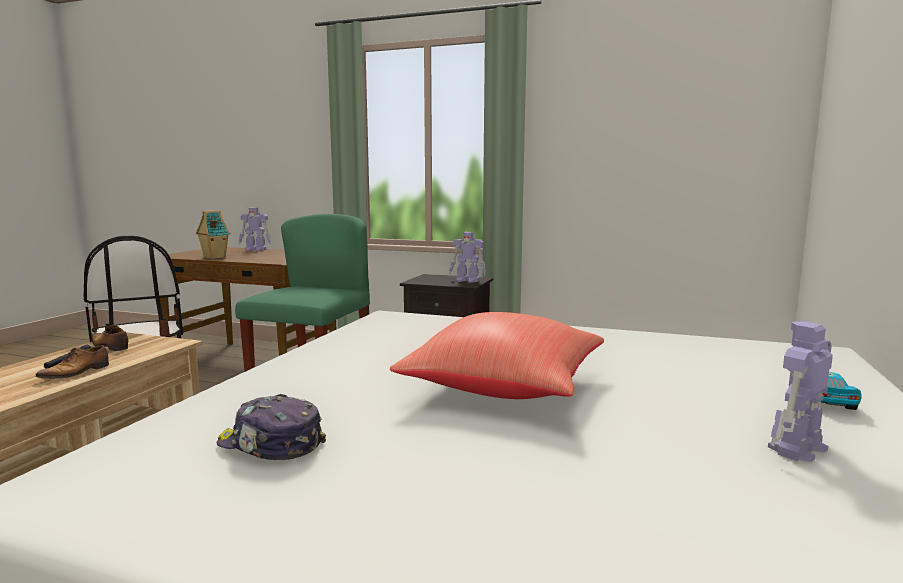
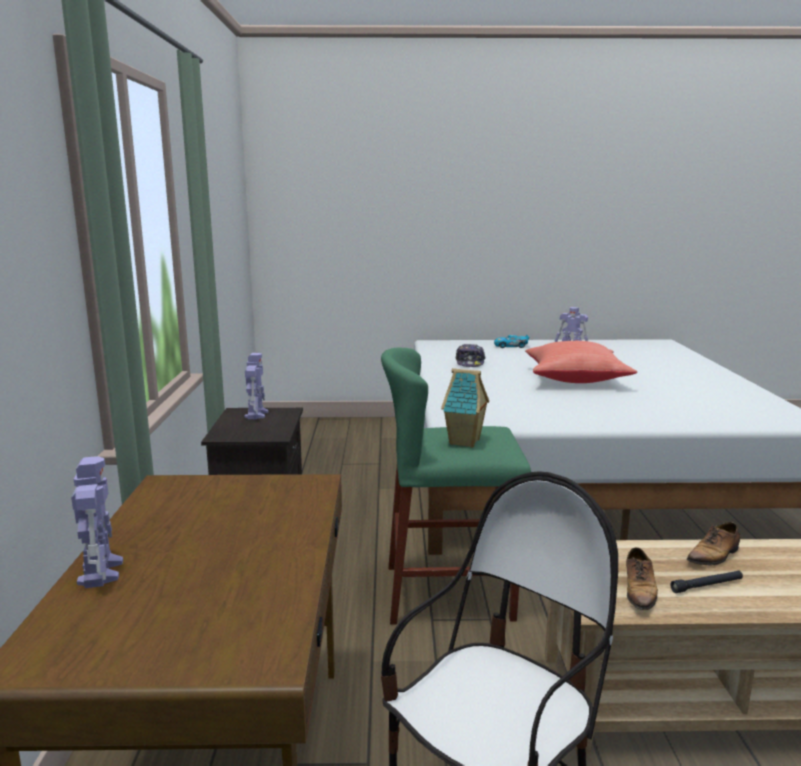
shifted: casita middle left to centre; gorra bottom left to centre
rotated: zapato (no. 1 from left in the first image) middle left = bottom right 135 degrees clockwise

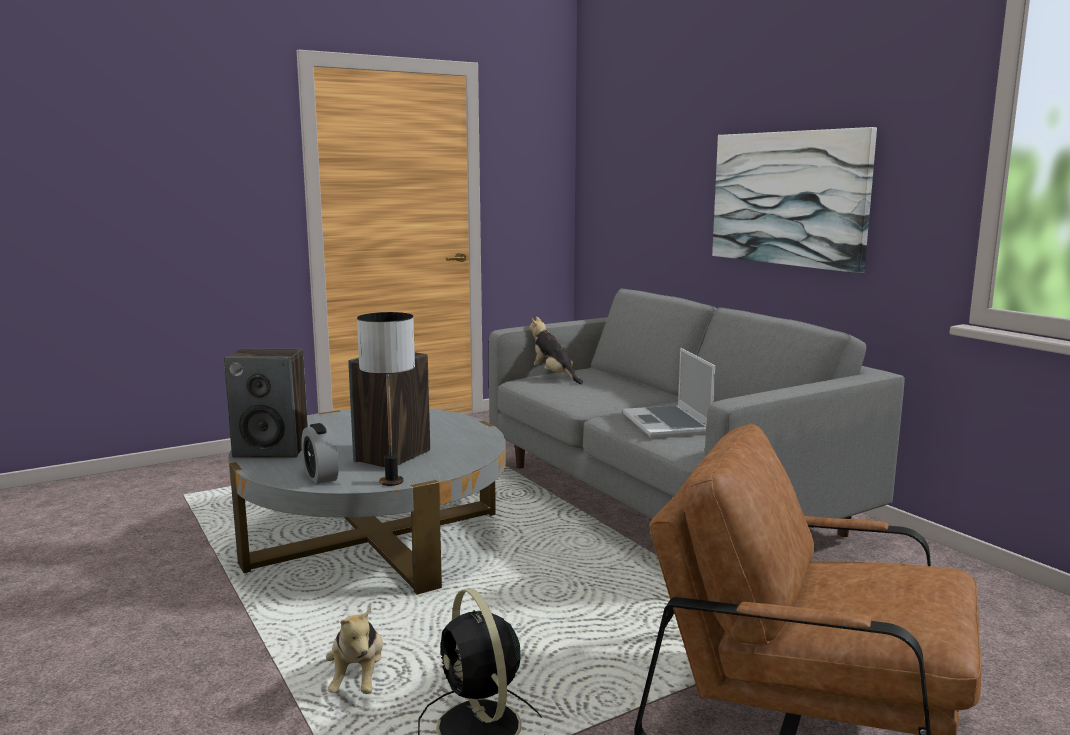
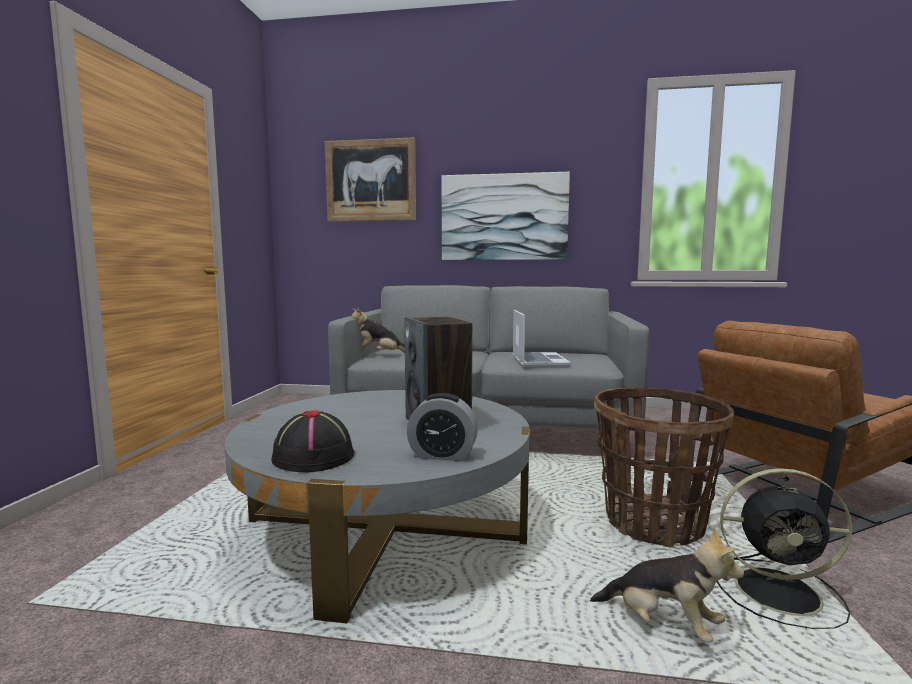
gone: lámpara de mesa centre
new: cuadro (no. 1 from left) top centre; cesta bottom right
swapped: altavoz (no. 1 from left) middle left to sombrero [negro] centre
rotated: portátil centre = centre 120 degrees counterclockwise

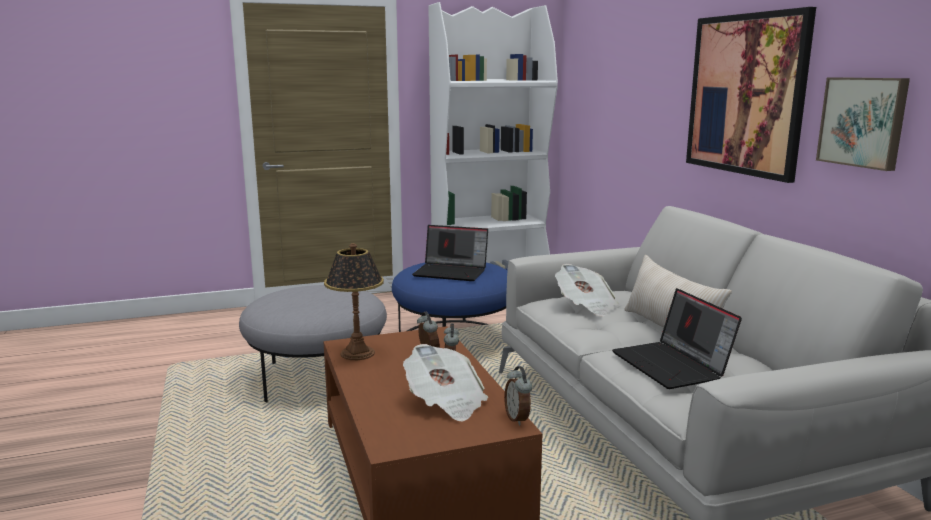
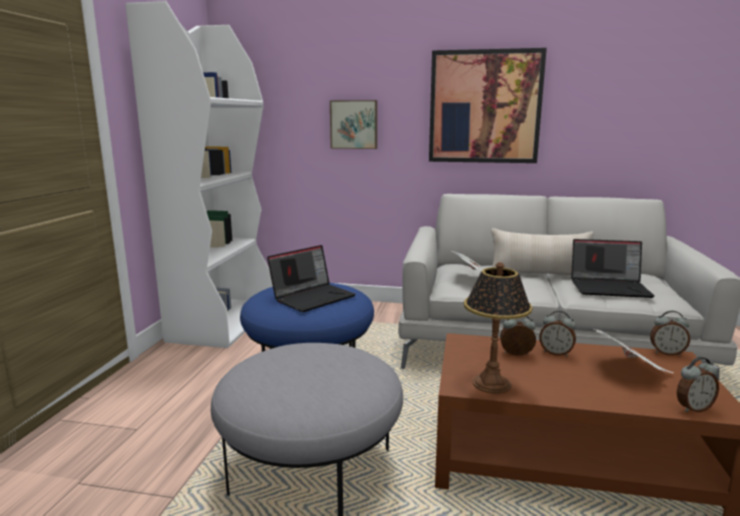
new: despertador (no. 4 from left) bottom right
shifted: cuadro (no. 2 from left in the first image) top right to cuadro (no. 1 from left) top centre

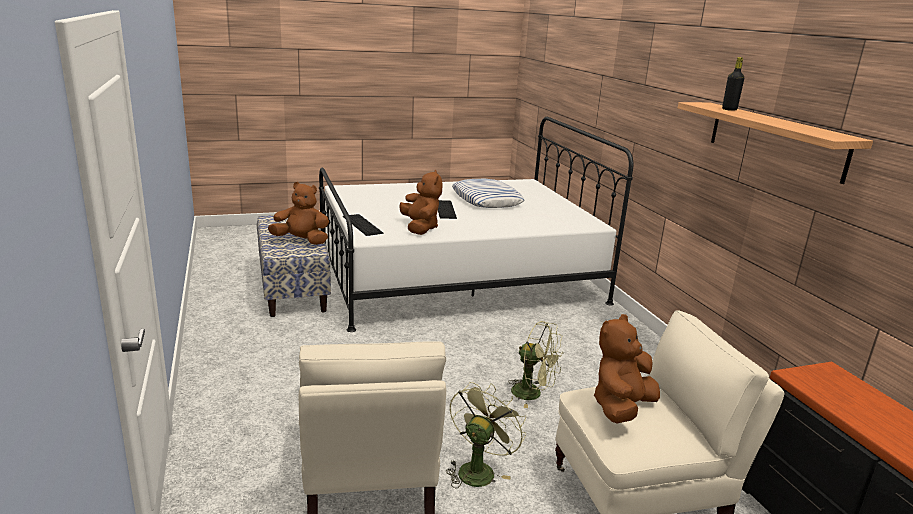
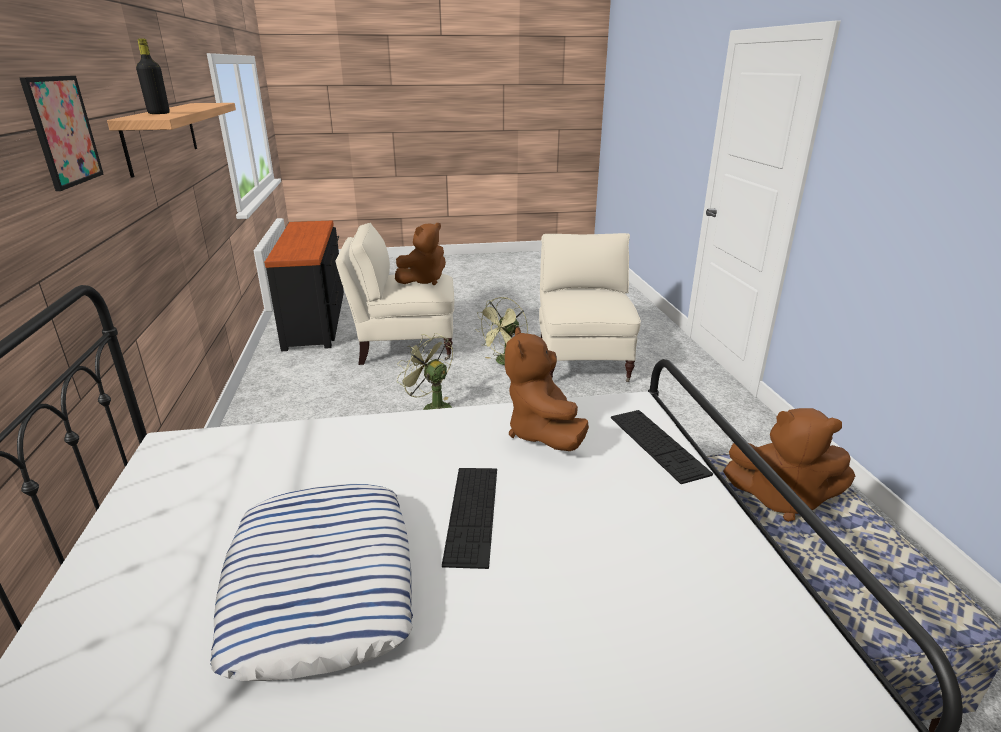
new: cuadro top left

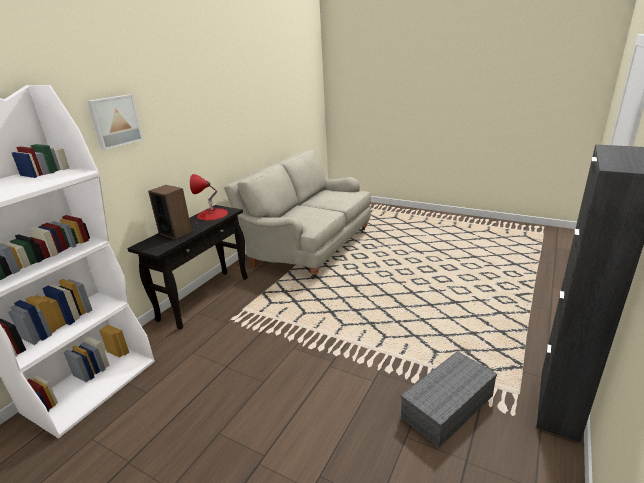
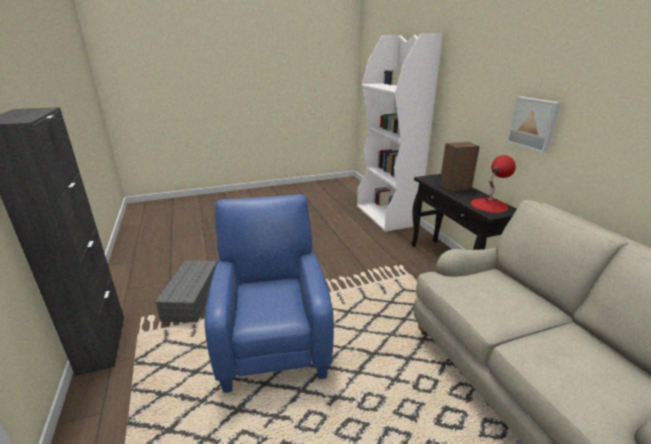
new: sillón [azul] centre
shifted: cuadro top left to top right

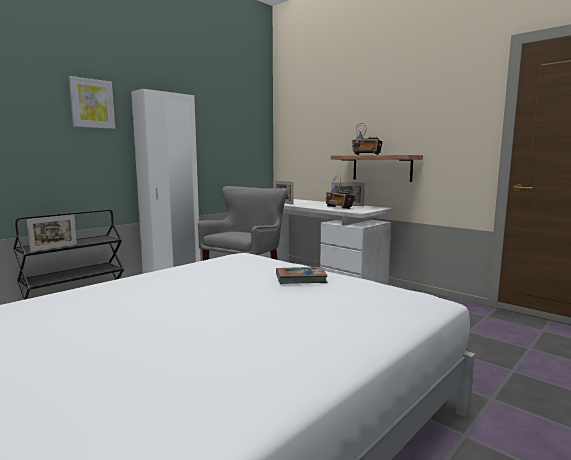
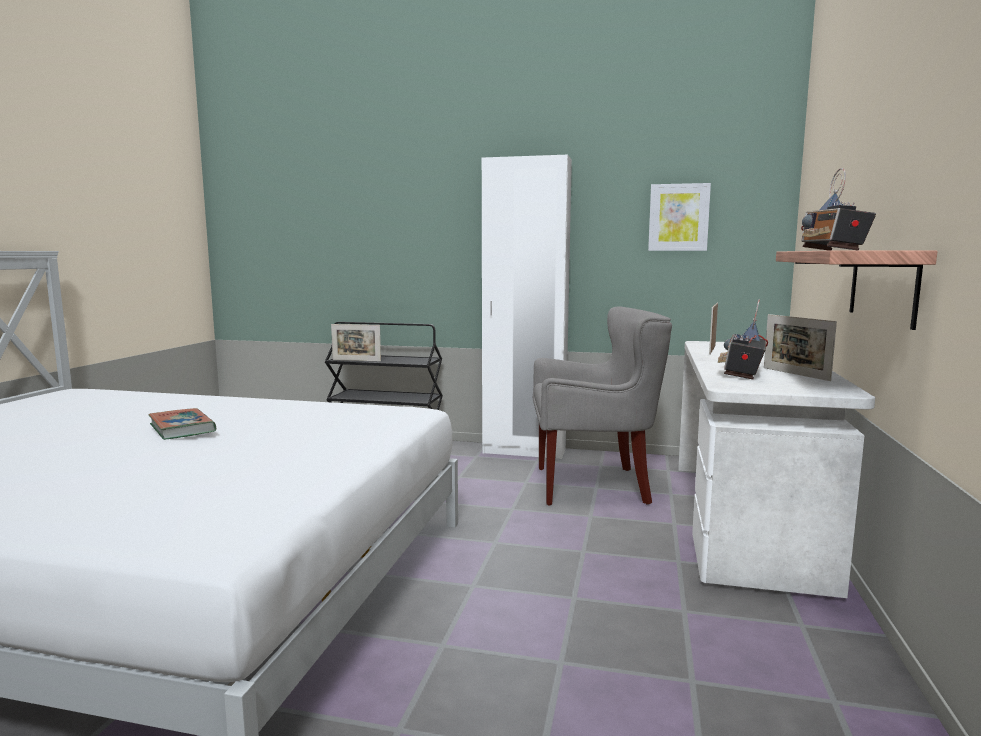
shifted: cuadro top left to top right; libro centre to middle left

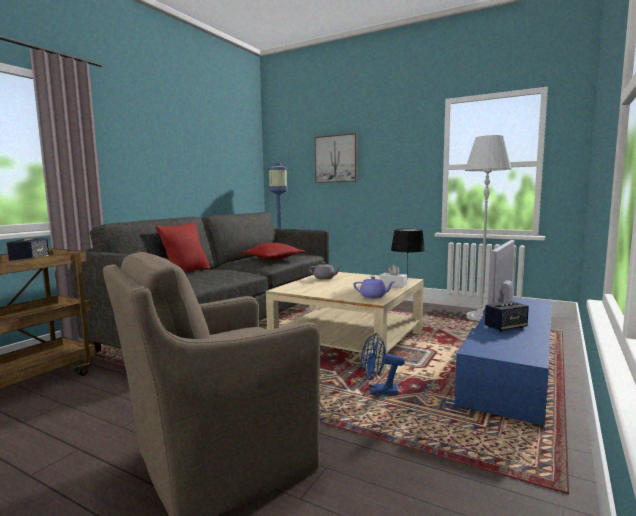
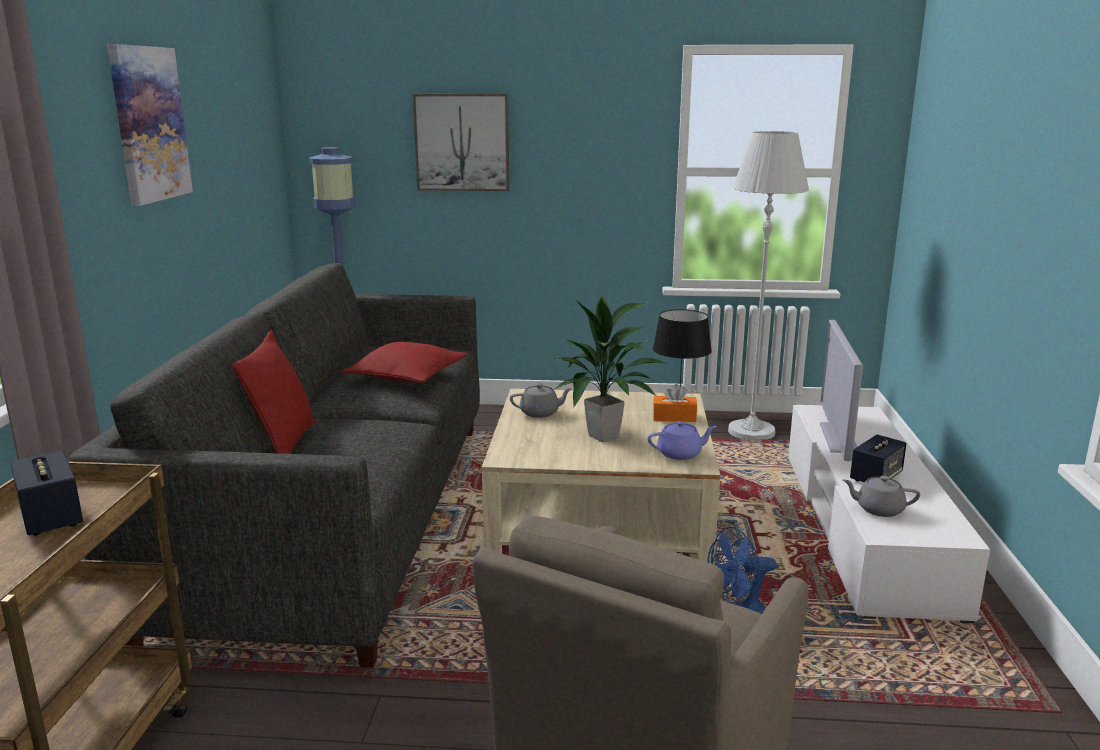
new: cuadro (no. 1 from left) top left; planta en maceta centre; tetera [gris] (no. 2 from left) middle right
repainted: caja de pañuelos [blanco] centre to caja de pañuelos [naranja] centre; mueble de televisión [azul] bottom right to mueble de televisión [blanco] bottom right

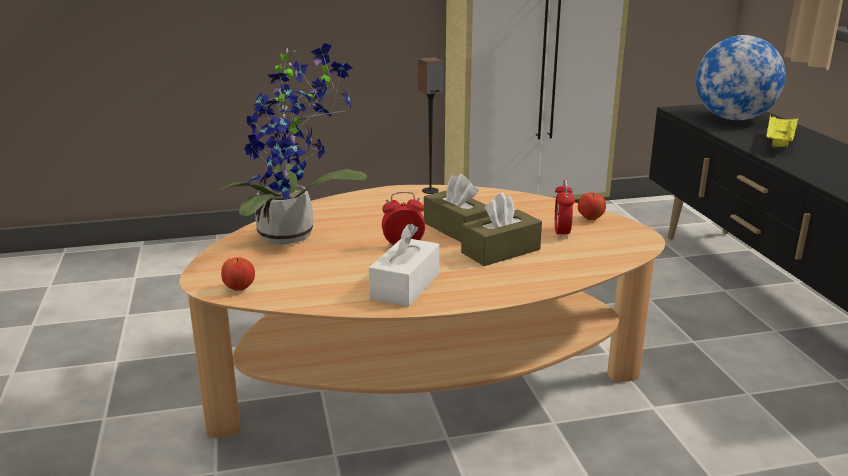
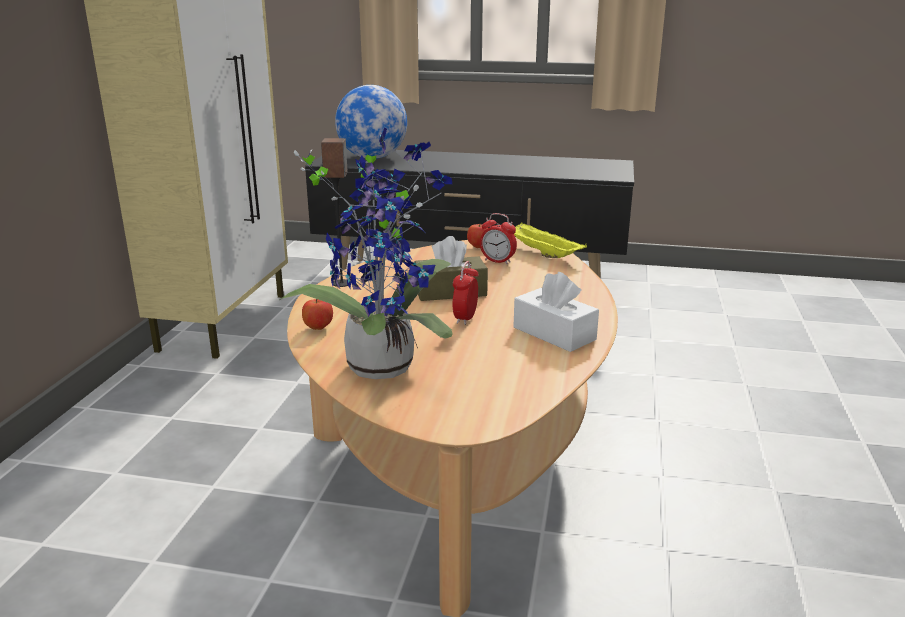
gone: caja de pañuelos [marrón] (no. 2 from left) centre
shifted: manzana (no. 1 from left) middle left to centre; bandeja [amarillo] top right to centre

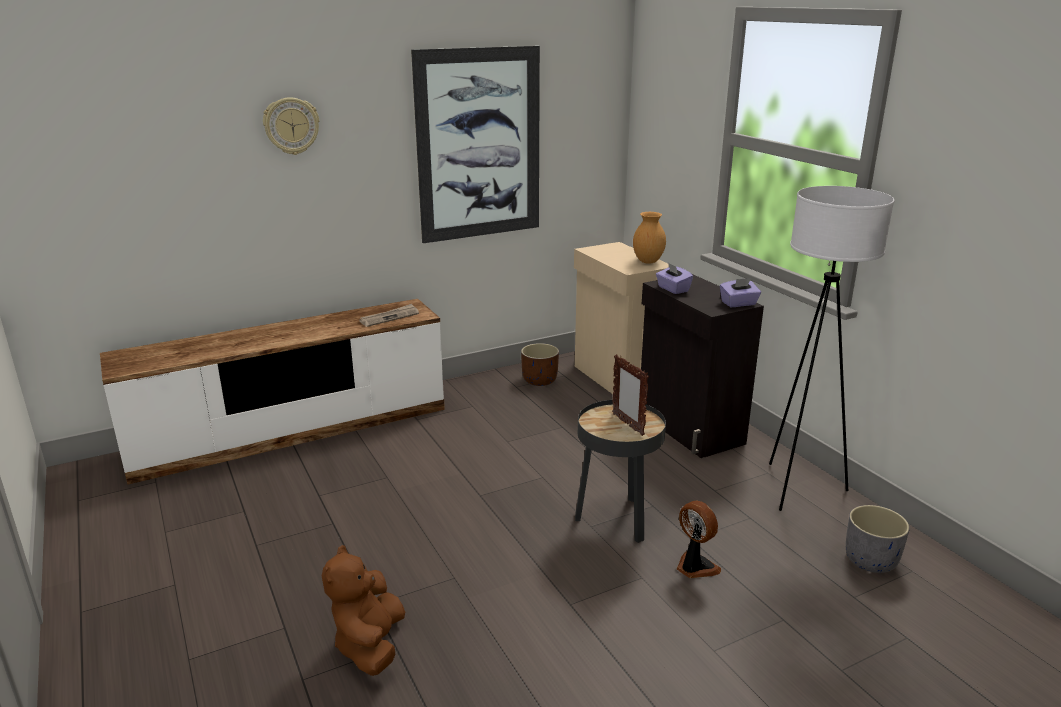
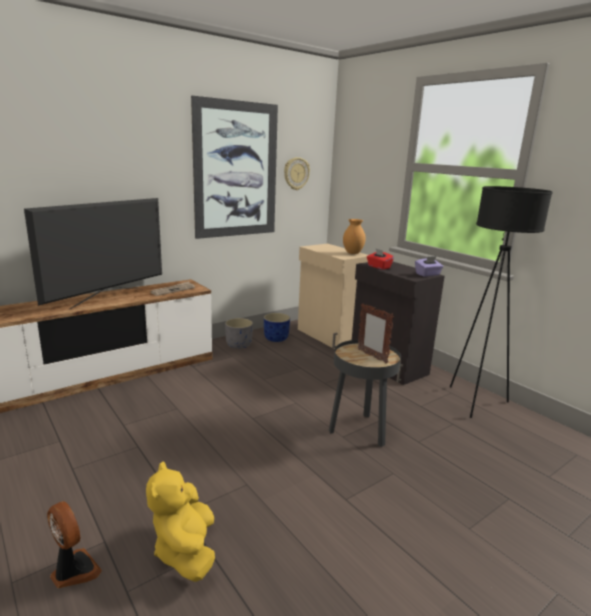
new: televisor middle left
shifted: reloj de pared top left to top centre; ventilador bottom centre to bottom left; maceta [gris] bottom right to centre
repainted: peluche [marrón] bottom centre to peluche [amarillo] bottom left; maceta [marrón] centre to maceta [azul] centre; caja de pañuelos [morado] (no. 1 from left) centre to caja de pañuelos [rojo] centre; lámpara de pie [blanco] middle right to lámpara de pie [negro] middle right

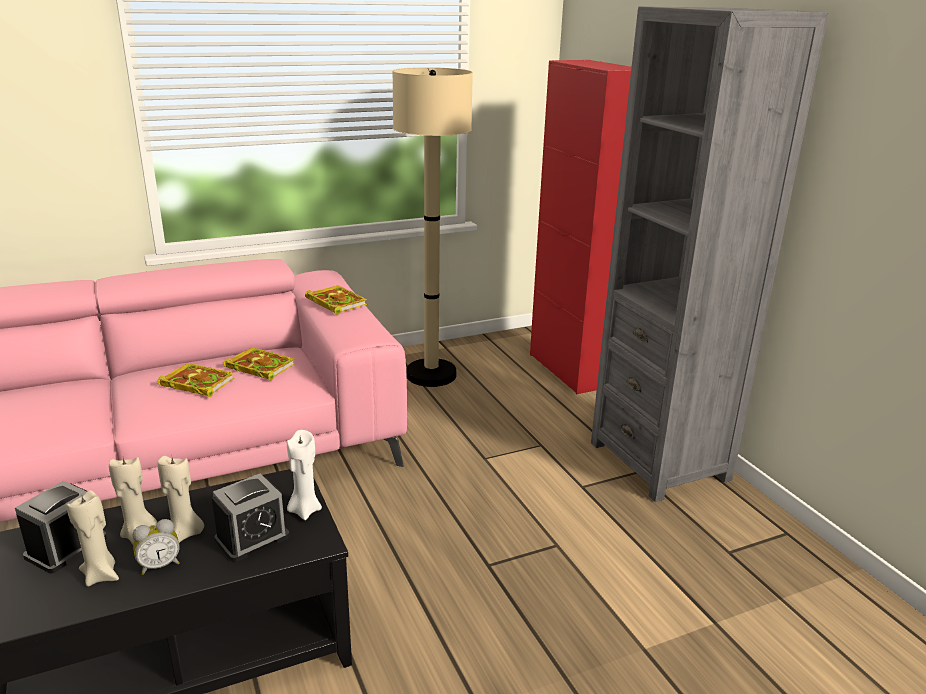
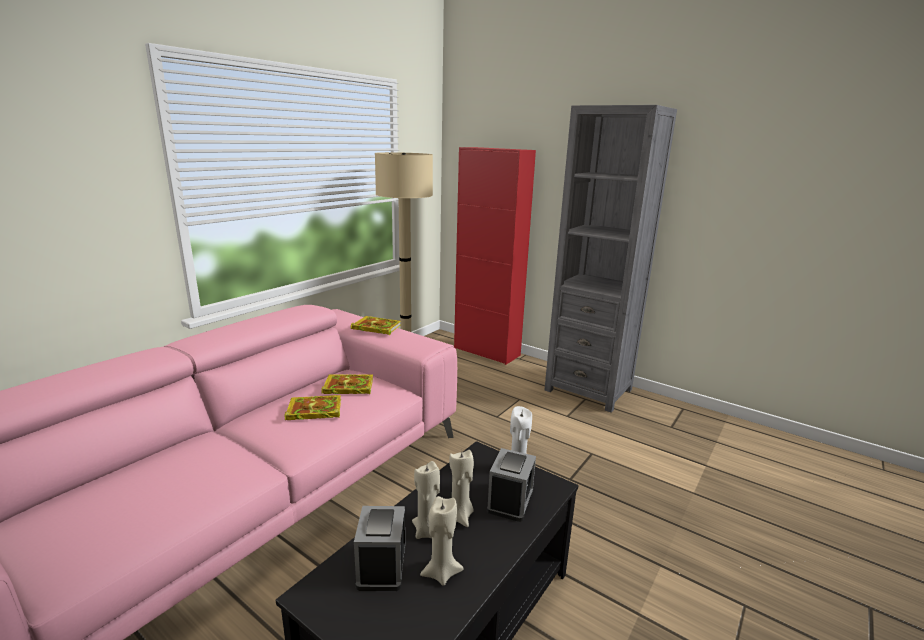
gone: despertador (no. 2 from left) bottom left

